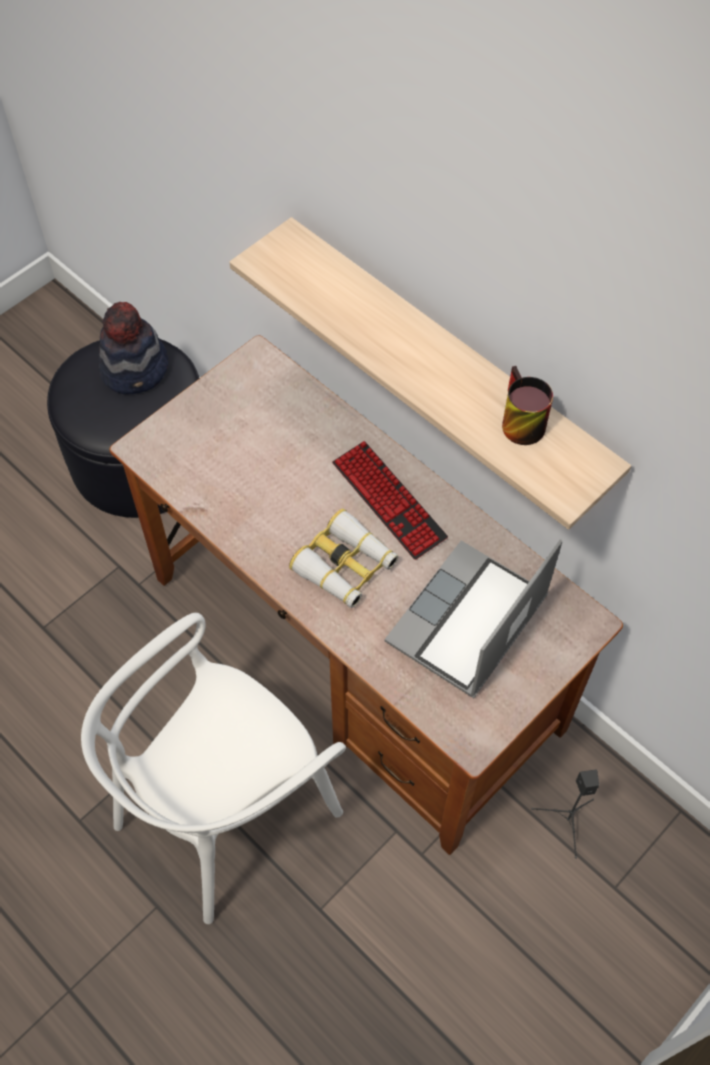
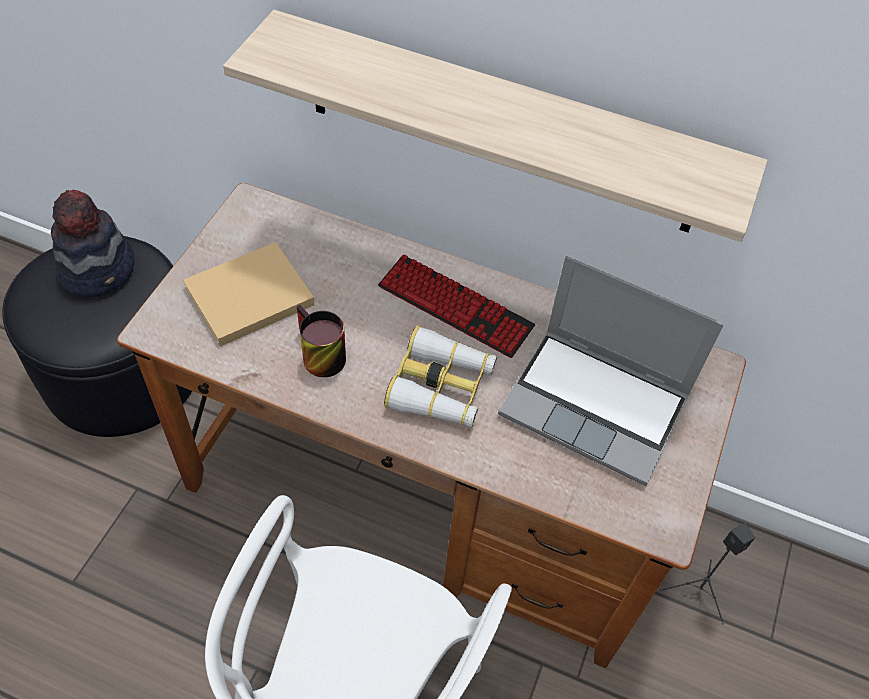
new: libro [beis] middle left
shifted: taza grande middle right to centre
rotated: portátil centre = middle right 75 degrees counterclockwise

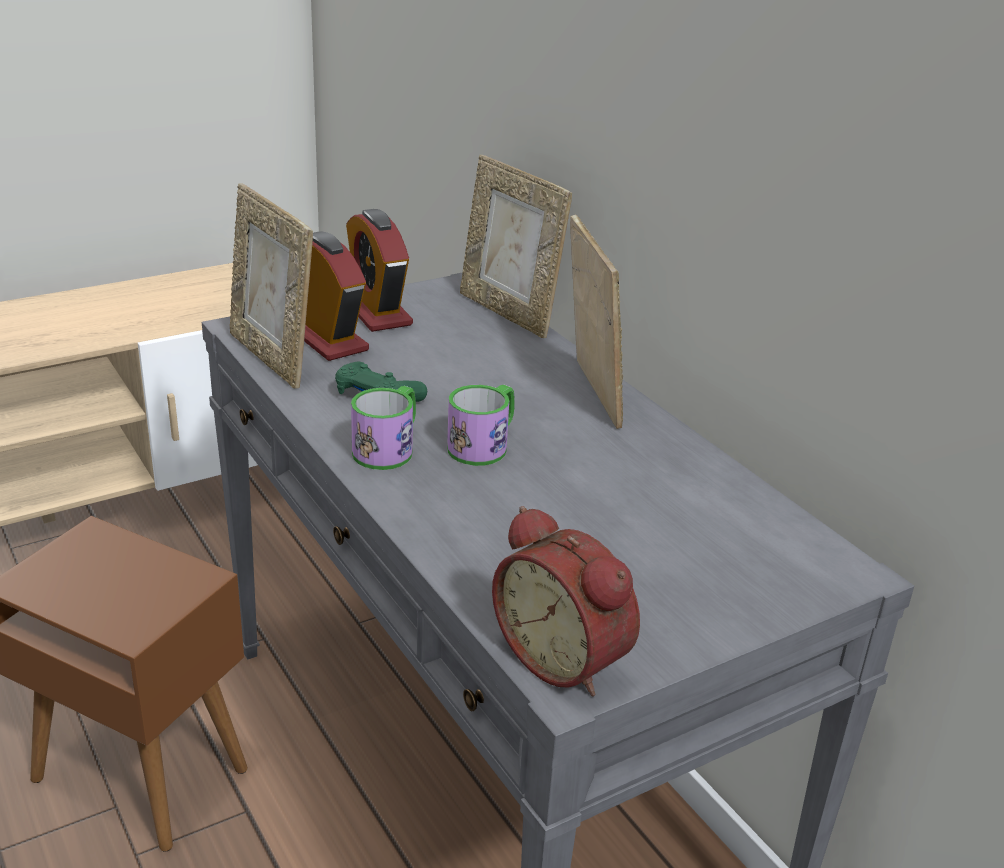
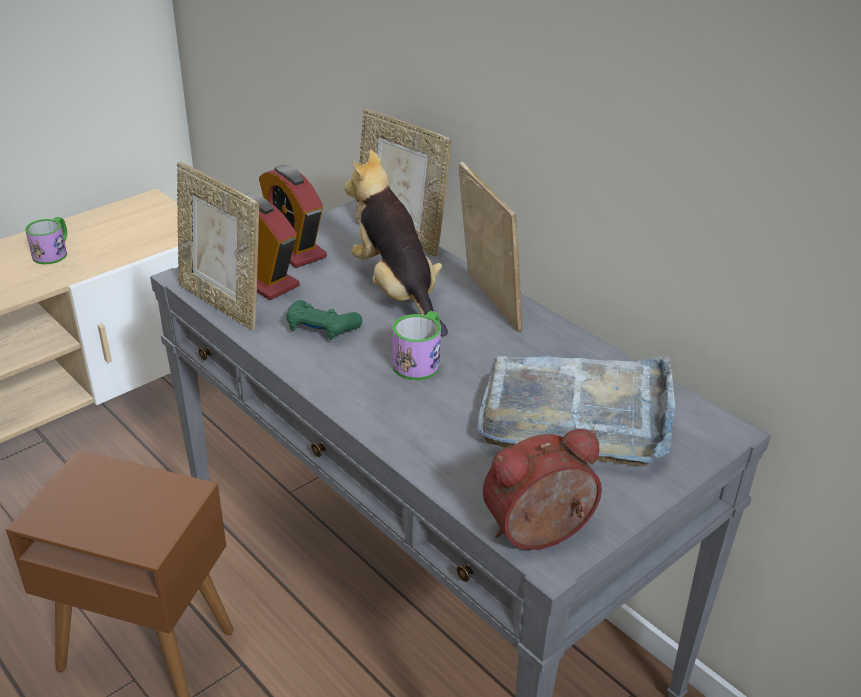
new: peluche centre; bandeja [gris] middle right
shifted: taza grande (no. 1 from left) centre to middle left
rotated: despertador (no. 3 from left) bottom centre = bottom centre 120 degrees clockwise

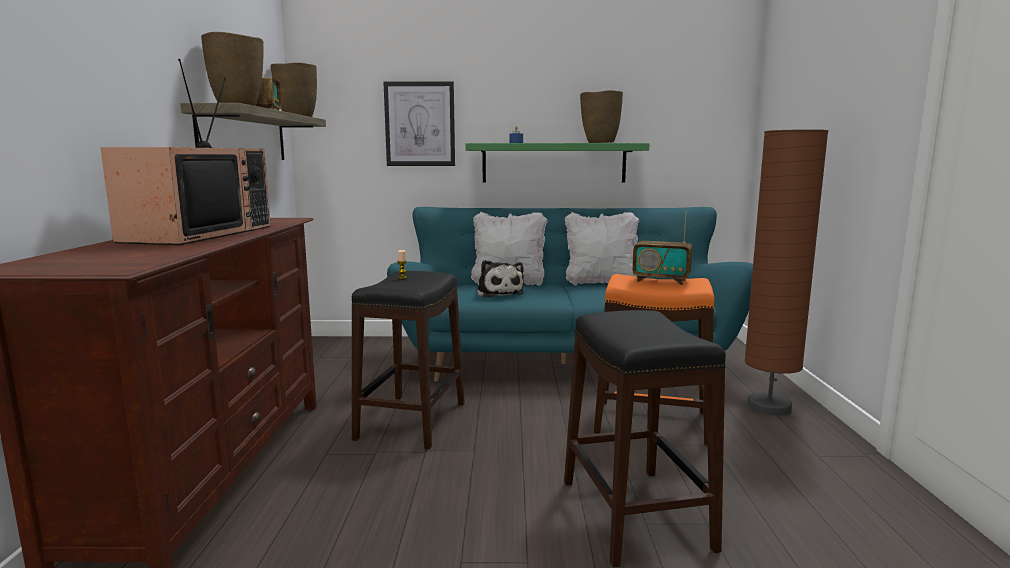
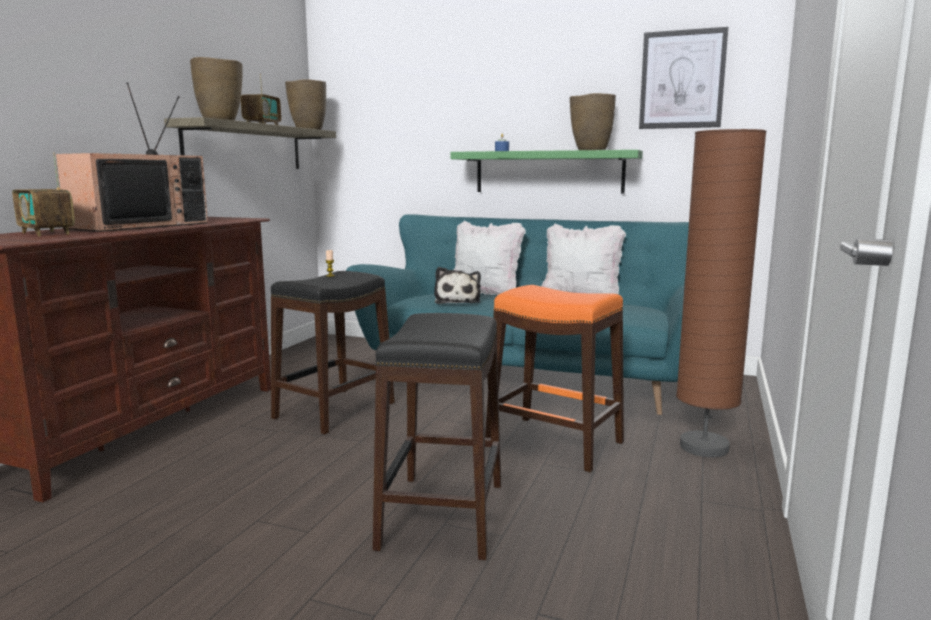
shifted: cuadro top centre to top right; radio (no. 2 from left in the first image) centre to radio (no. 1 from left) top left

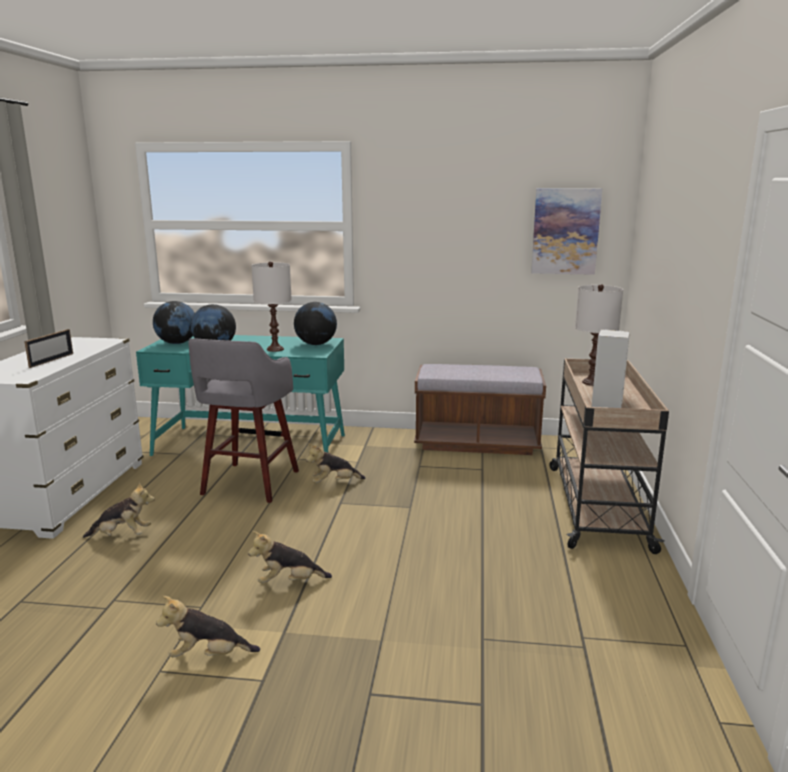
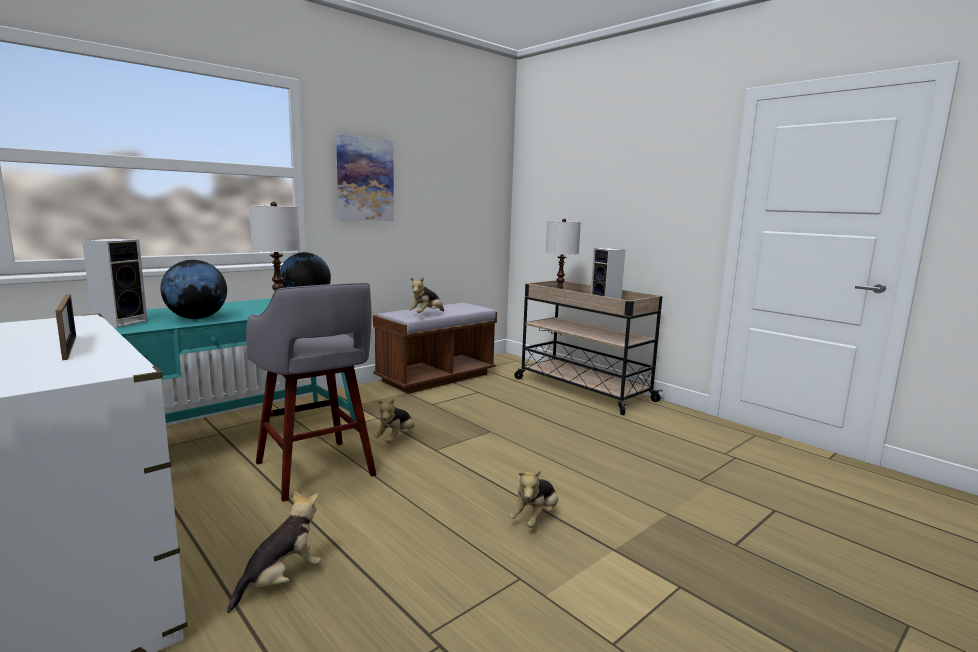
shifted: peluche (no. 2 from left in the first image) bottom left to peluche (no. 3 from left) centre; cuadro top right to top centre
swapped: globo terráqueo (no. 1 from left) middle left to altavoz (no. 1 from left) middle left

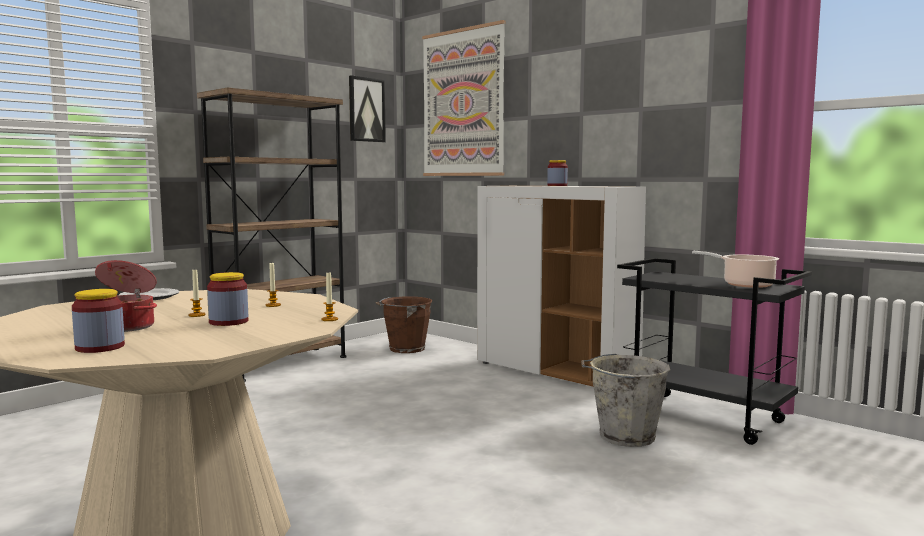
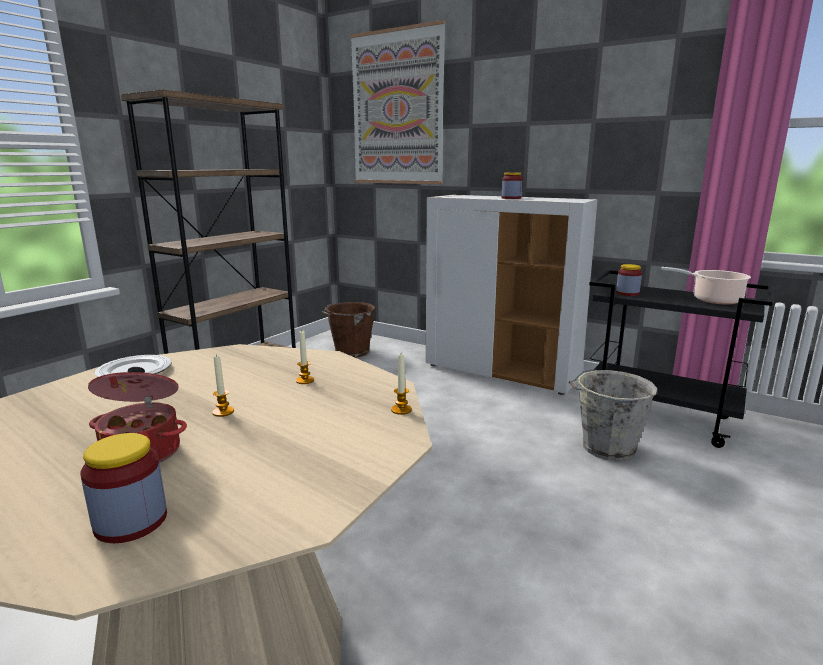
gone: cuadro (no. 1 from left) top centre
shifted: tarro (no. 2 from left in the first image) middle left to tarro (no. 3 from left) middle right

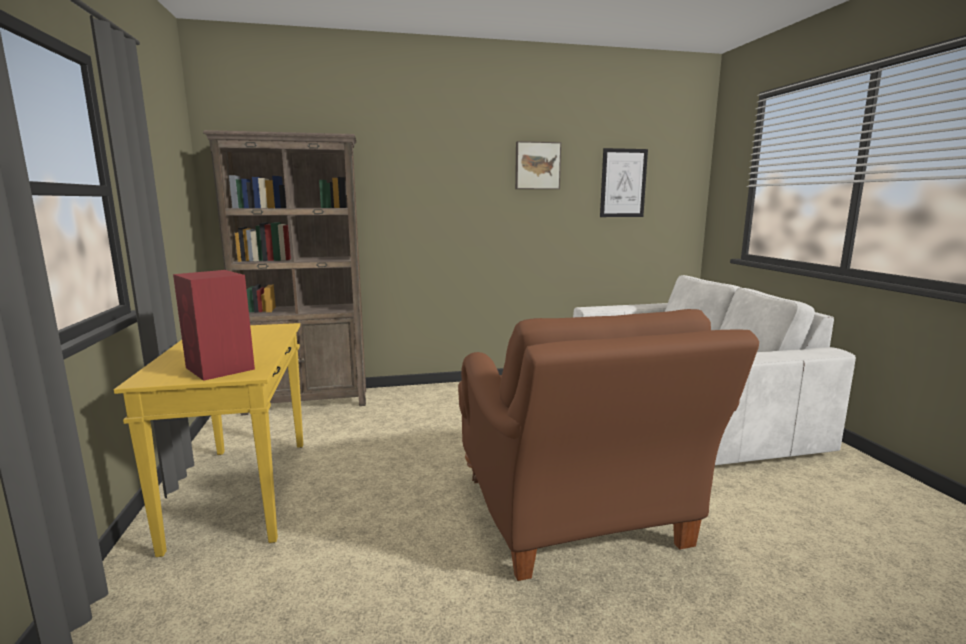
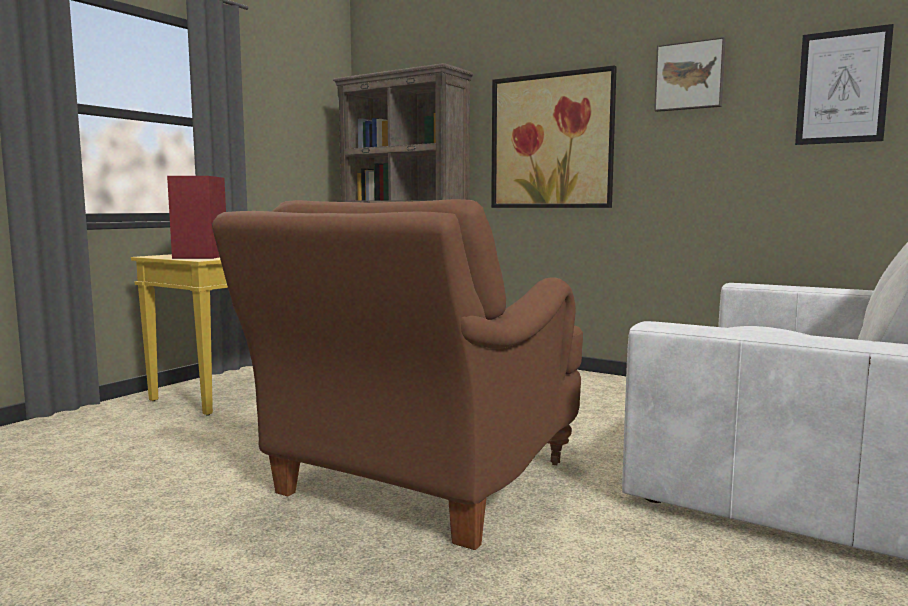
new: cuadro (no. 1 from left) top centre

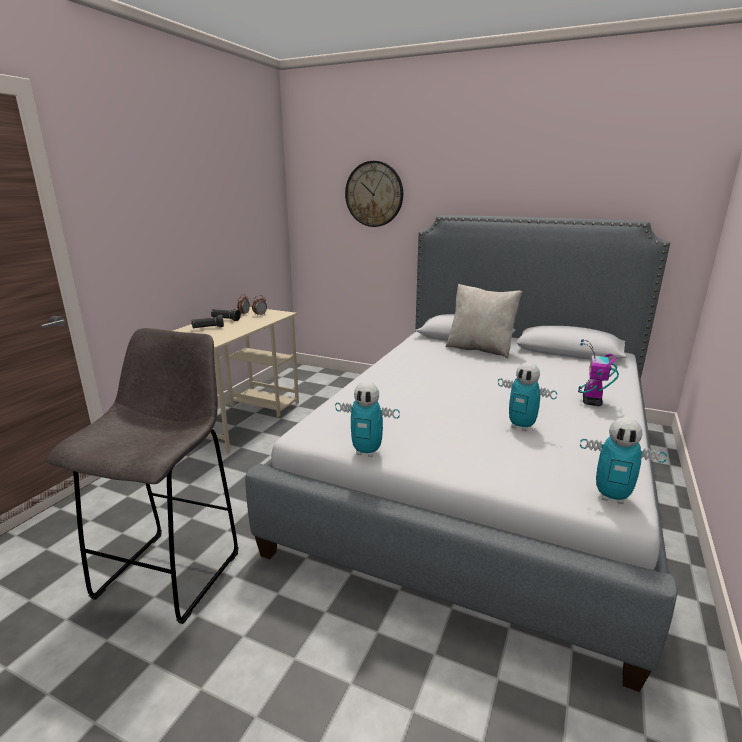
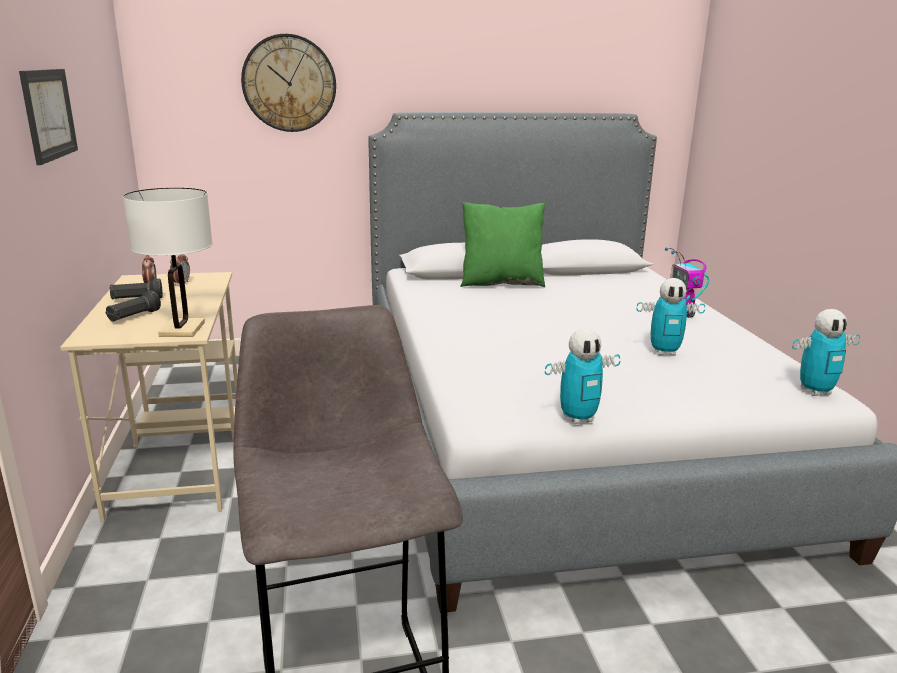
new: cuadro top left; lámpara de mesa [blanco] middle left
repainted: cojín [beis] centre to cojín [verde] centre

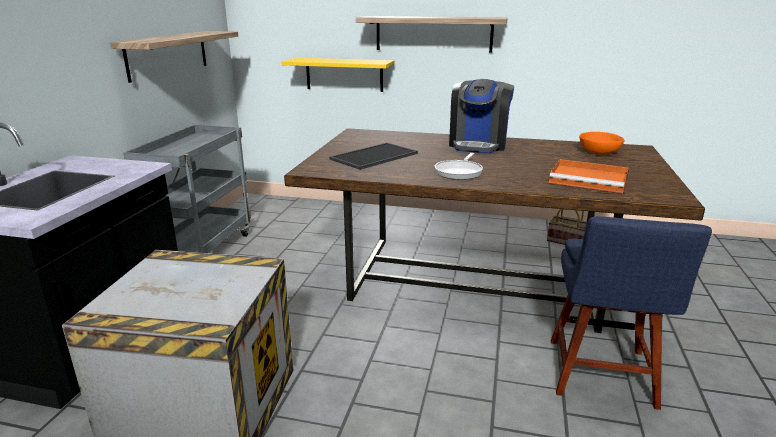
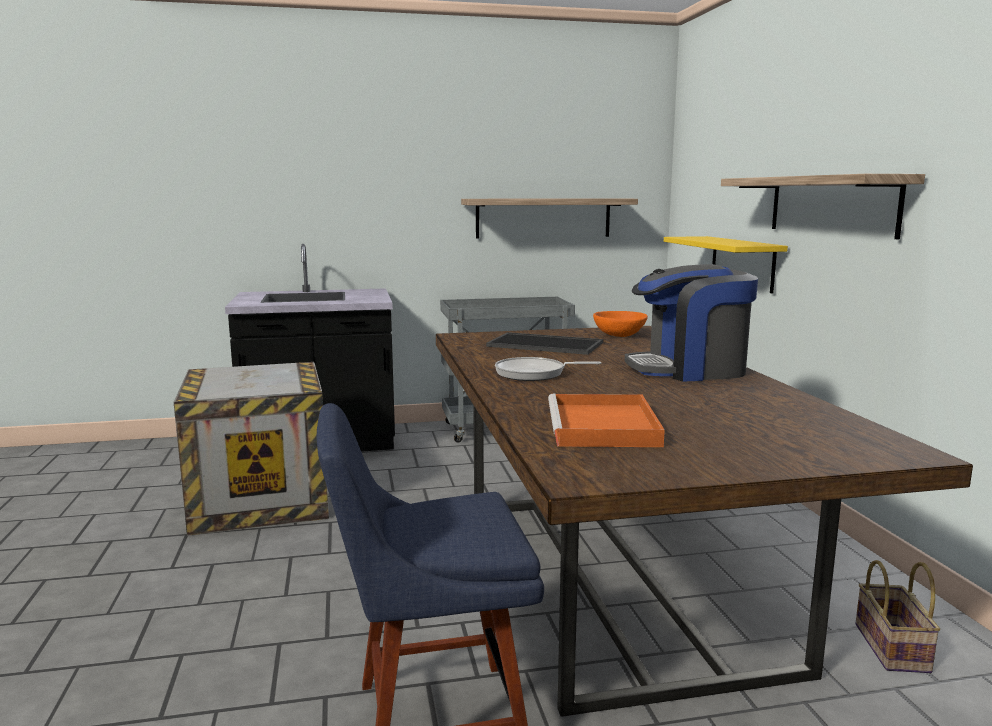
shifted: cuenco [naranja] top right to centre

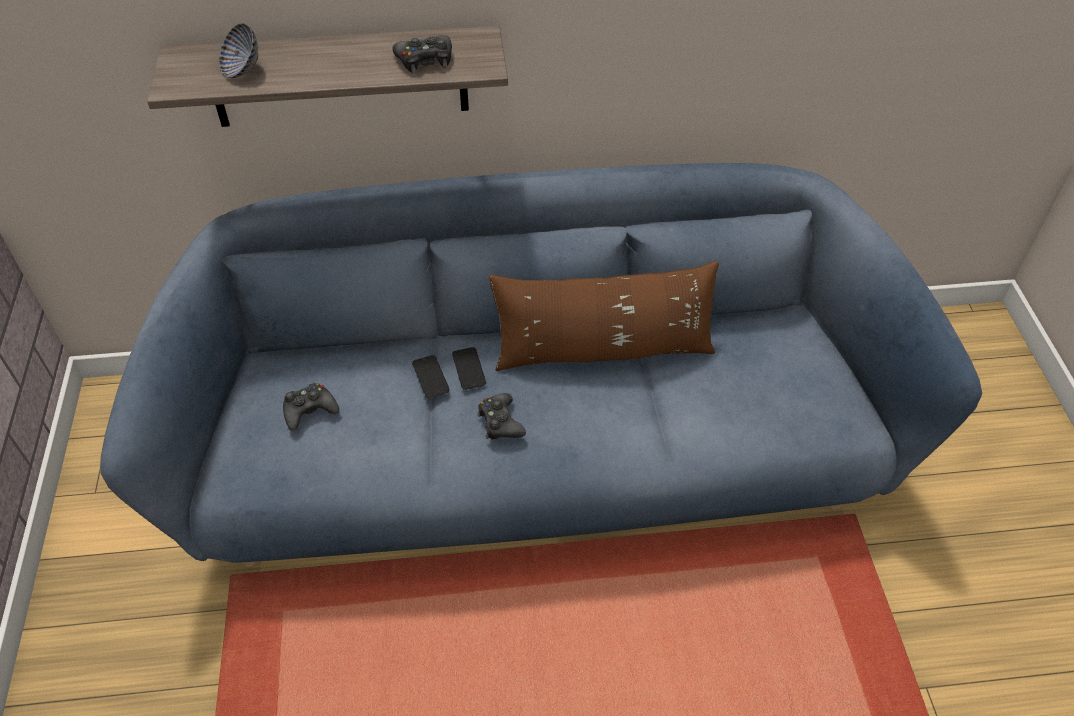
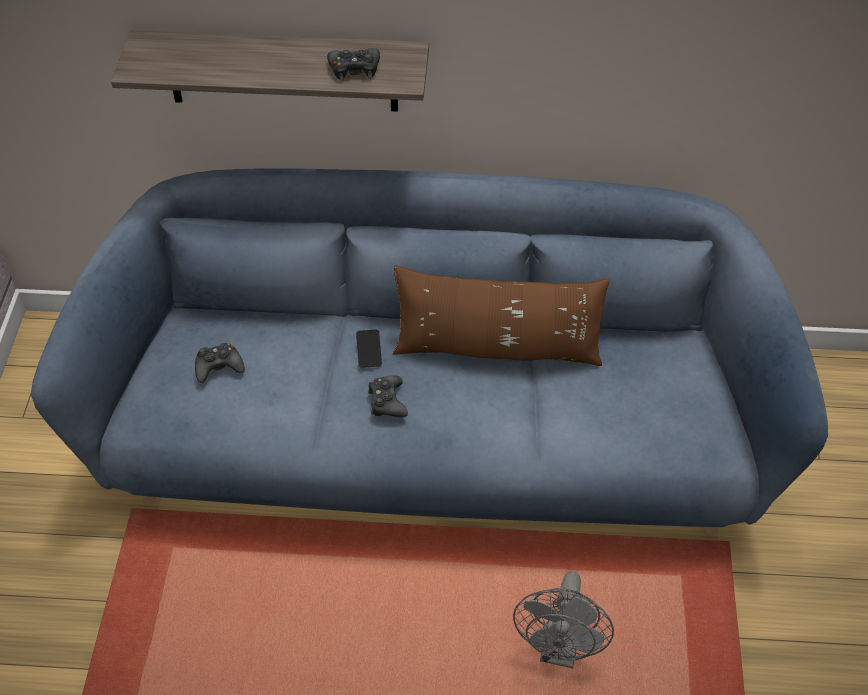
gone: cuenco top left; móvil (no. 1 from left) centre
new: ventilador [gris] bottom centre

